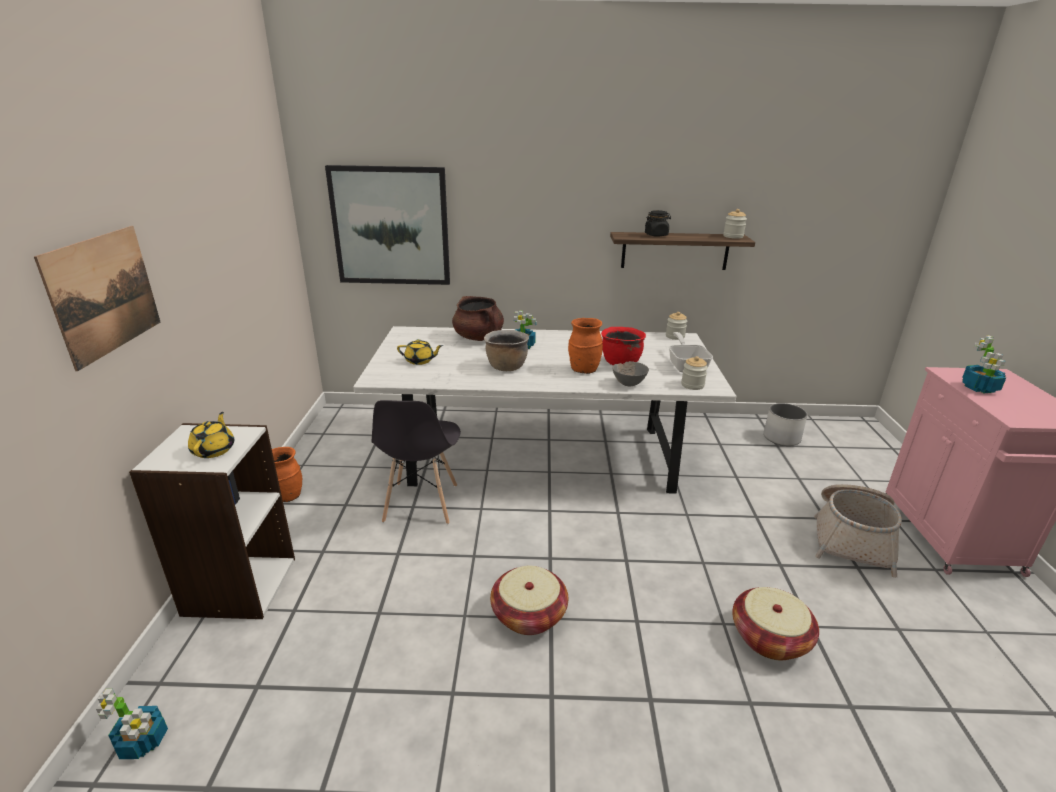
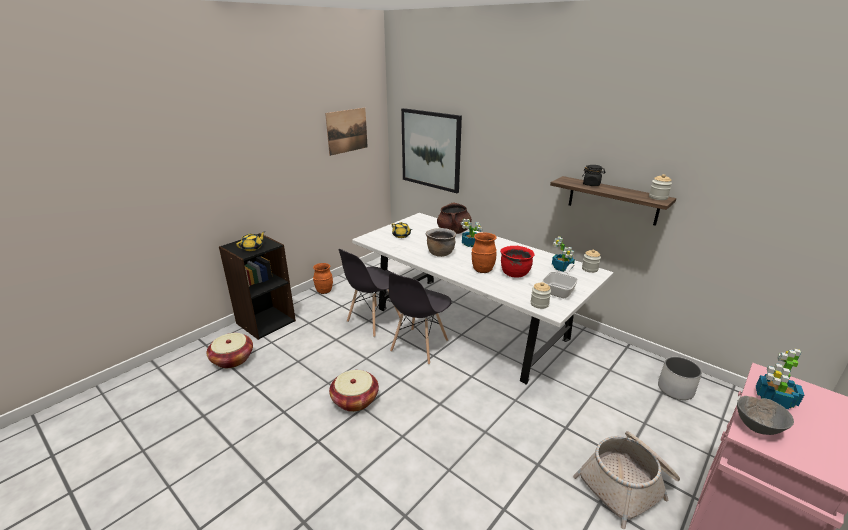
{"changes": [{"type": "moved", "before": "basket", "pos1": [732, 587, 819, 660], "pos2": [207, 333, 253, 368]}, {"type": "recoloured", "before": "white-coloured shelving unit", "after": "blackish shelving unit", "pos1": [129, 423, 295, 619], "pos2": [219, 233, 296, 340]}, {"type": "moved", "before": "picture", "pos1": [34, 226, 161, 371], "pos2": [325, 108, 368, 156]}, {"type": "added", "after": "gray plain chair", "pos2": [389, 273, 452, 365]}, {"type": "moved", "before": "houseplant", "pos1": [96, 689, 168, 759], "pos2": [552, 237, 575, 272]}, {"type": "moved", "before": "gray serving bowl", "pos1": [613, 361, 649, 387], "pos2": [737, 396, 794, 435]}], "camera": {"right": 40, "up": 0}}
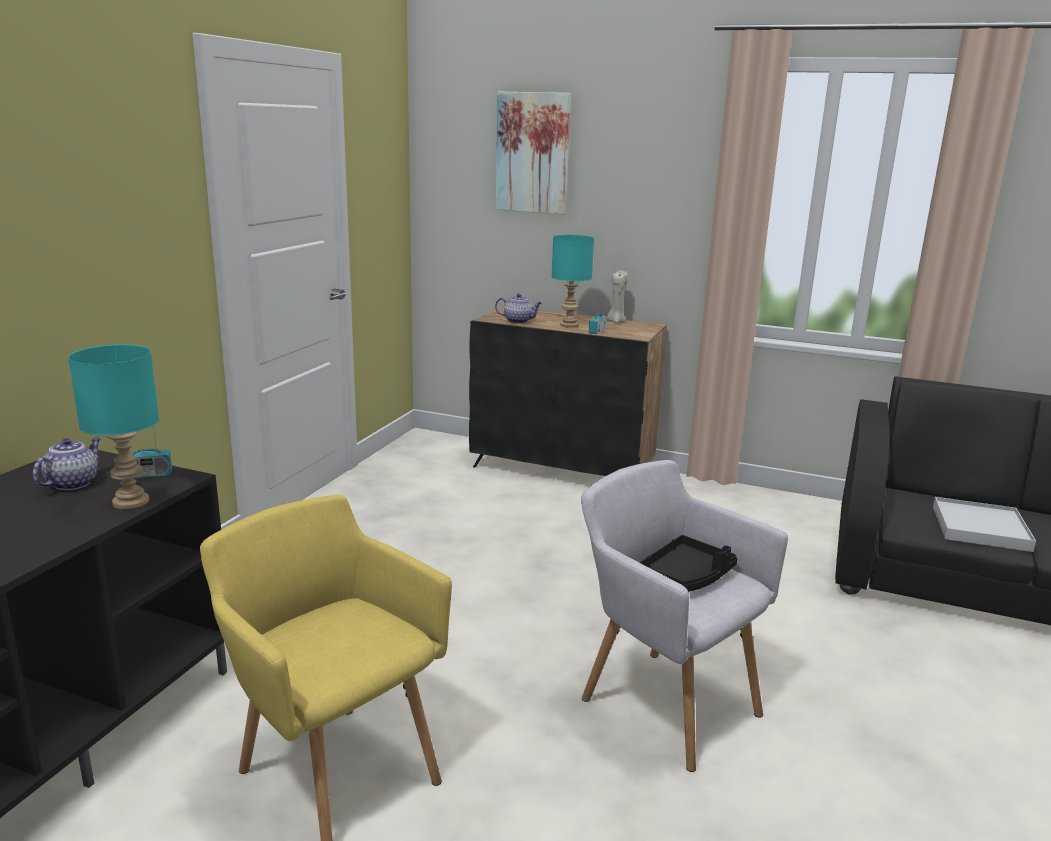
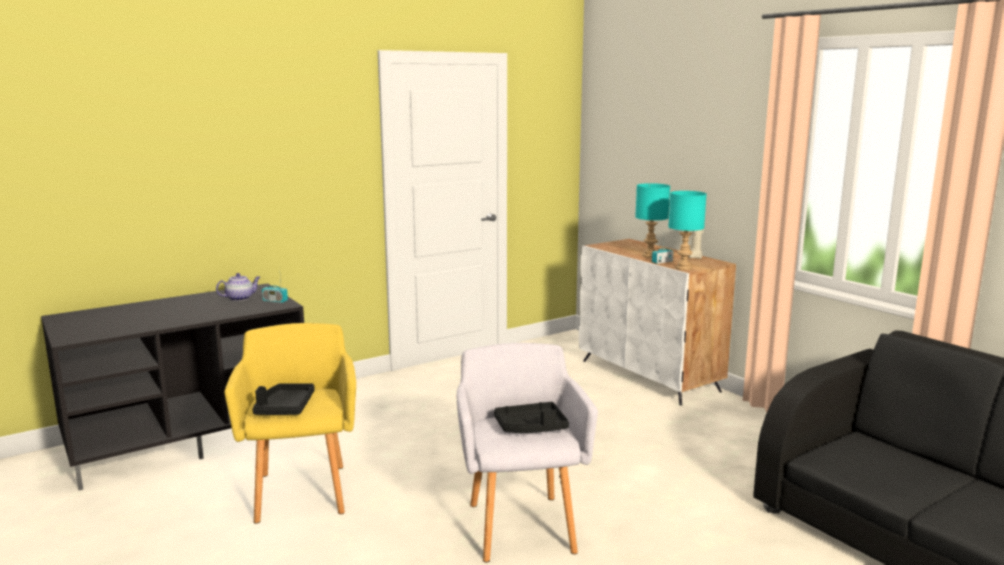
{"changes": [{"type": "added", "after": "blackish serving tray", "pos2": [253, 383, 315, 415]}, {"type": "recoloured", "before": "blackish storage cabinet", "after": "white-coloured storage cabinet", "pos1": [469, 306, 667, 476], "pos2": [579, 239, 736, 406]}, {"type": "moved", "before": "turquoise-coloured tabletop lamp", "pos1": [68, 344, 159, 509], "pos2": [668, 191, 707, 270]}, {"type": "removed", "before": "picture", "pos1": [495, 91, 571, 214]}, {"type": "removed", "before": "tea pot", "pos1": [495, 294, 542, 324]}, {"type": "removed", "before": "white-coloured serving tray", "pos1": [933, 497, 1036, 552]}], "camera": {"right": 35, "up": -5}}
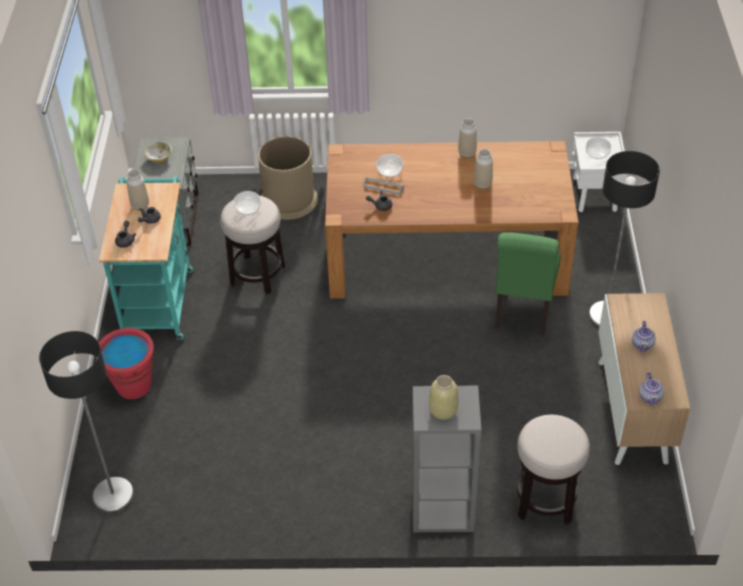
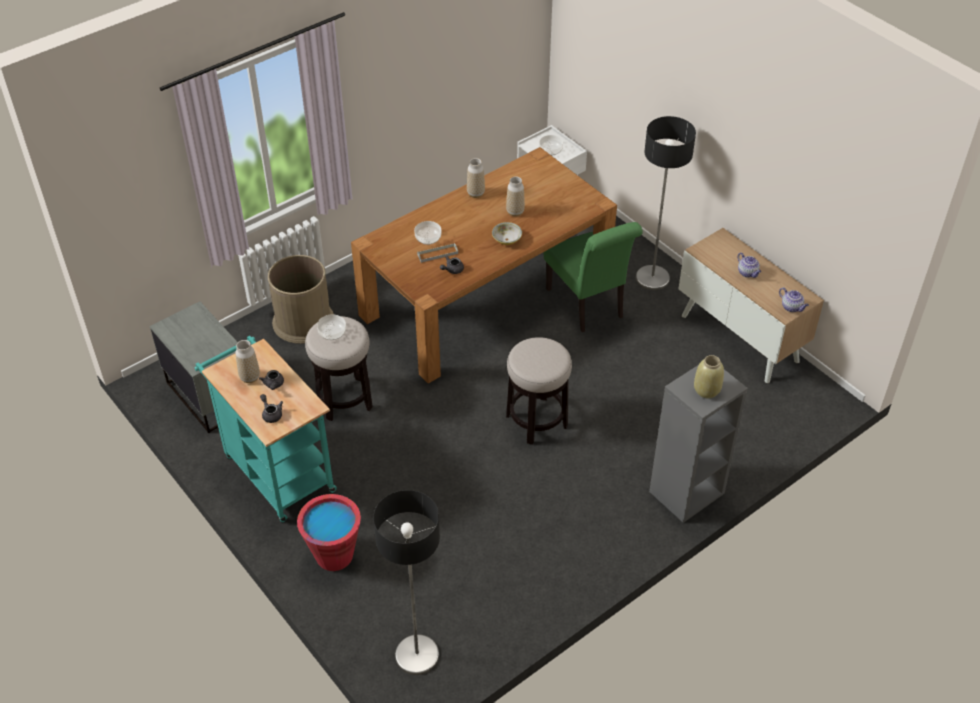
{"changes": [{"type": "moved", "before": "serving bowl", "pos1": [144, 141, 172, 162], "pos2": [492, 222, 522, 245]}, {"type": "moved", "before": "sitting stool", "pos1": [517, 415, 590, 525], "pos2": [506, 337, 572, 444]}], "camera": {"right": -40, "up": 0}}
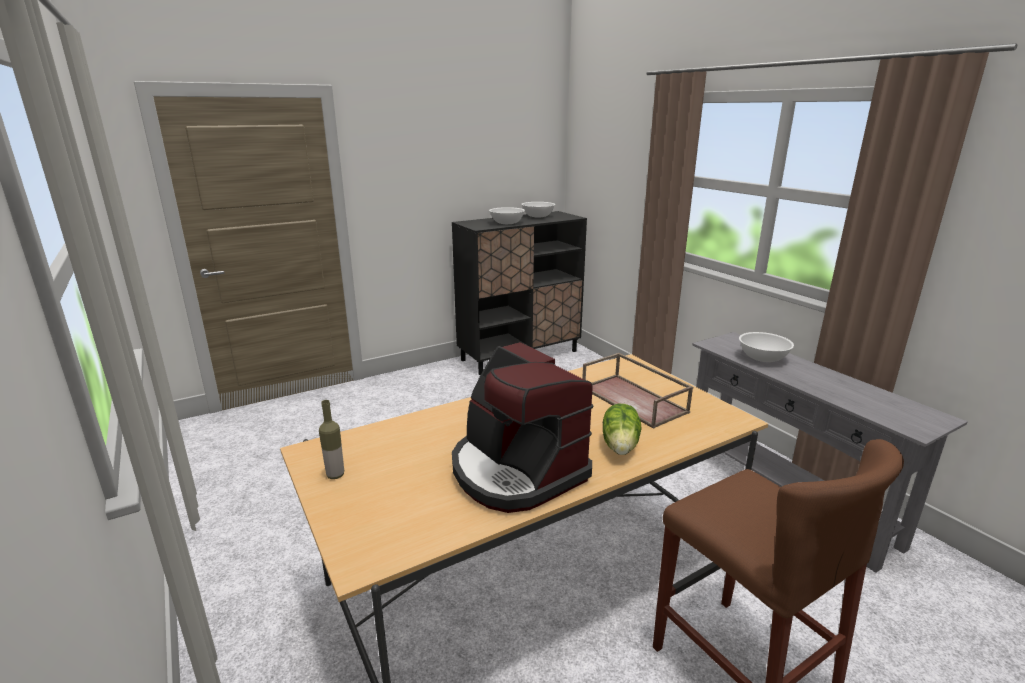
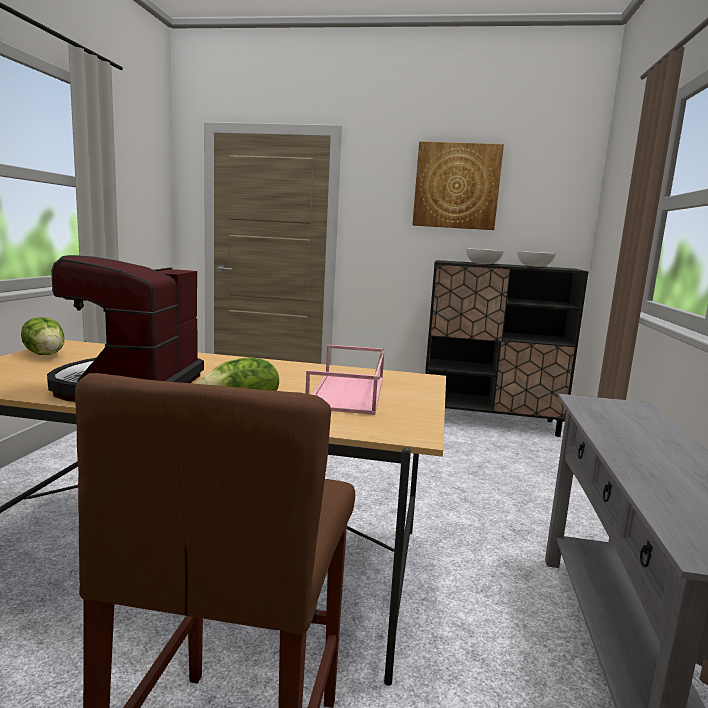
{"changes": [{"type": "replaced", "before": "drink bottle", "after": "head of lettuce", "pos1": [319, 400, 344, 479], "pos2": [21, 317, 64, 355]}, {"type": "recoloured", "before": "brown-coloured serving tray", "after": "pink-coloured serving tray", "pos1": [582, 353, 693, 429], "pos2": [305, 345, 385, 415]}, {"type": "added", "after": "picture", "pos2": [412, 141, 504, 230]}, {"type": "removed", "before": "white-coloured serving bowl", "pos1": [739, 332, 794, 362]}], "camera": {"right": 40, "up": -10}}
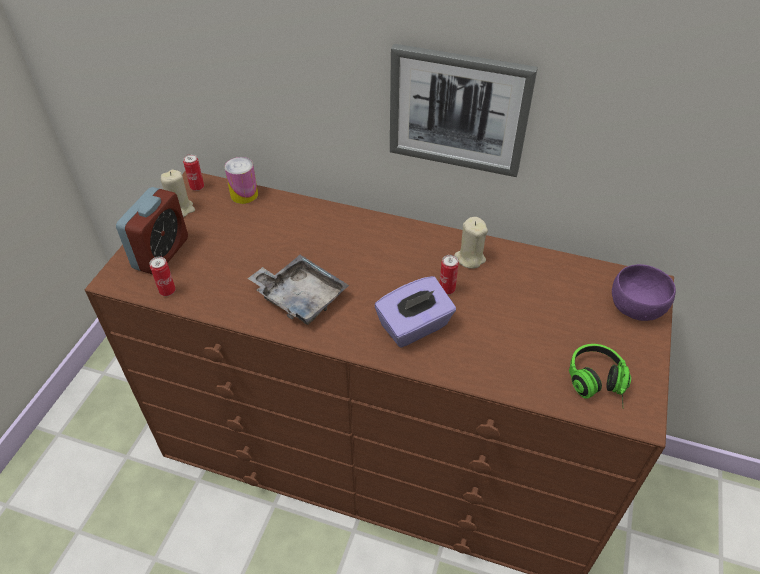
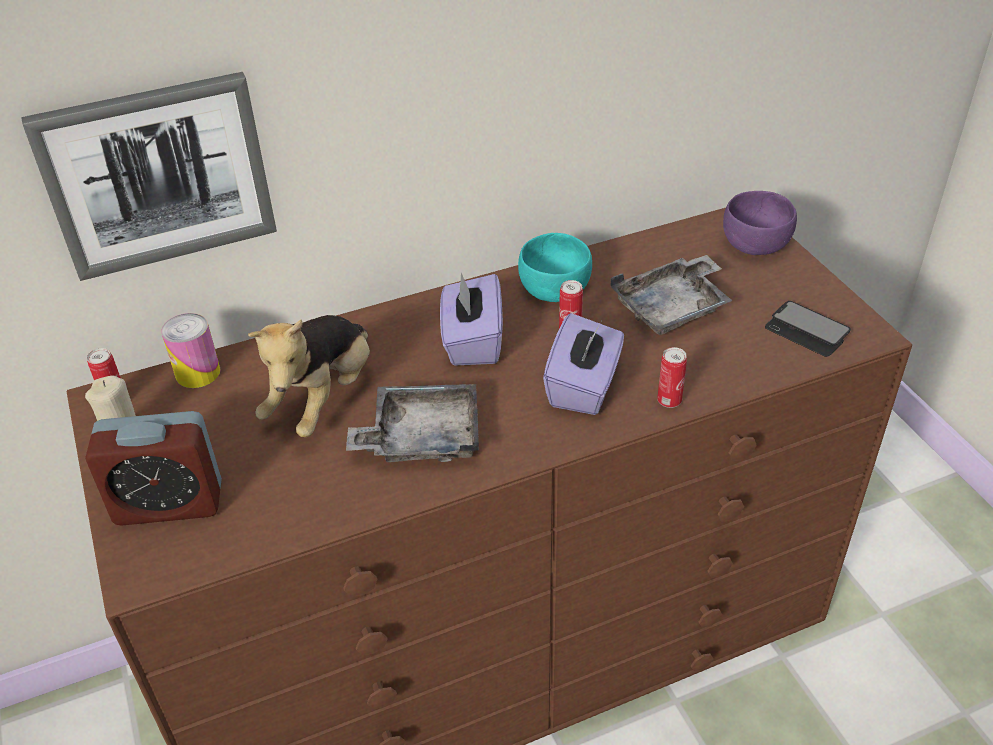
{"changes": [{"type": "moved", "before": "picture", "pos1": [390, 44, 538, 177], "pos2": [21, 72, 277, 281]}, {"type": "turned", "before": "bedside clock", "pos1": [116, 187, 188, 274], "pos2": [85, 411, 222, 526], "turn": 105}, {"type": "added", "after": "cuddly toy", "pos2": [248, 315, 370, 437]}, {"type": "added", "after": "purple-coloured box of tissues", "pos2": [440, 273, 503, 366]}, {"type": "replaced", "before": "beige candle", "after": "turquoise-coloured serving bowl", "pos1": [454, 217, 488, 269], "pos2": [518, 233, 592, 302]}, {"type": "added", "after": "gray serving tray", "pos2": [610, 255, 733, 335]}, {"type": "moved", "before": "metal can", "pos1": [150, 256, 176, 296], "pos2": [657, 347, 687, 408]}, {"type": "replaced", "before": "headset", "after": "handset", "pos1": [569, 344, 631, 406], "pos2": [765, 301, 851, 357]}], "camera": {"right": -40, "up": -5}}
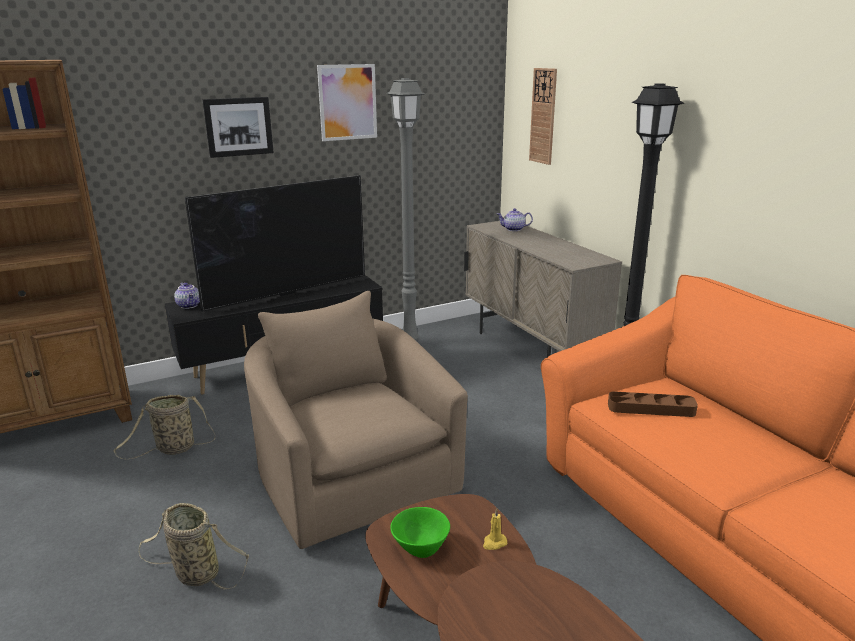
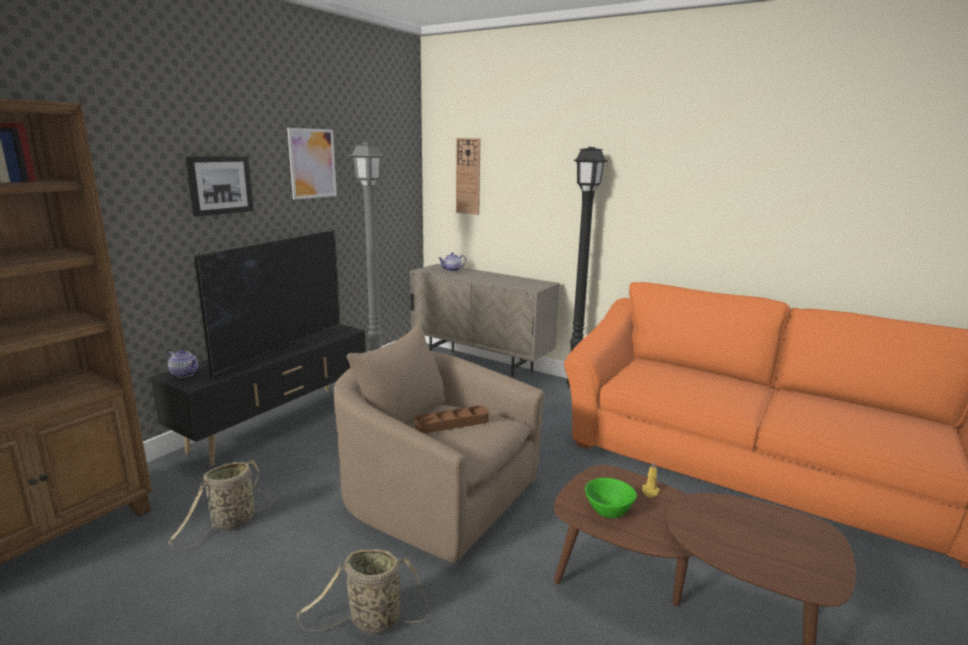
{"changes": [{"type": "moved", "before": "brown-coloured serving tray", "pos1": [608, 391, 698, 417], "pos2": [415, 405, 489, 434]}], "camera": {"right": -30, "up": -5}}
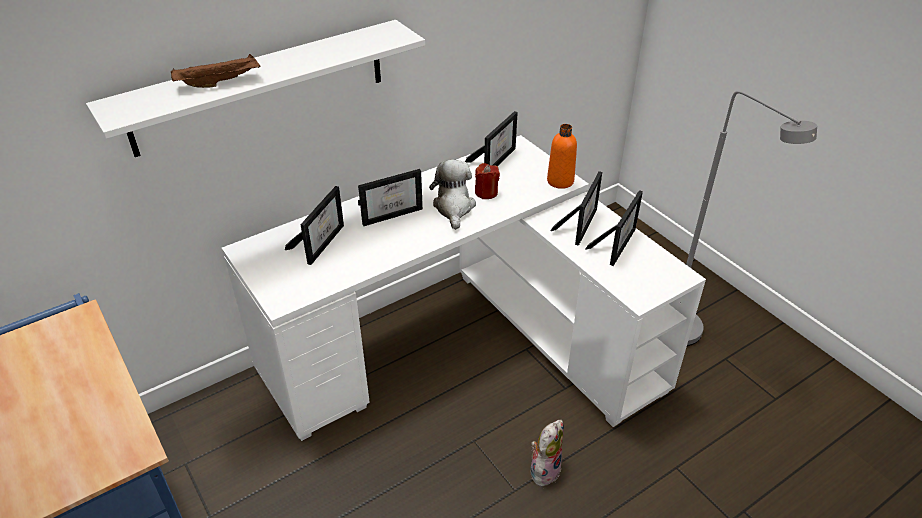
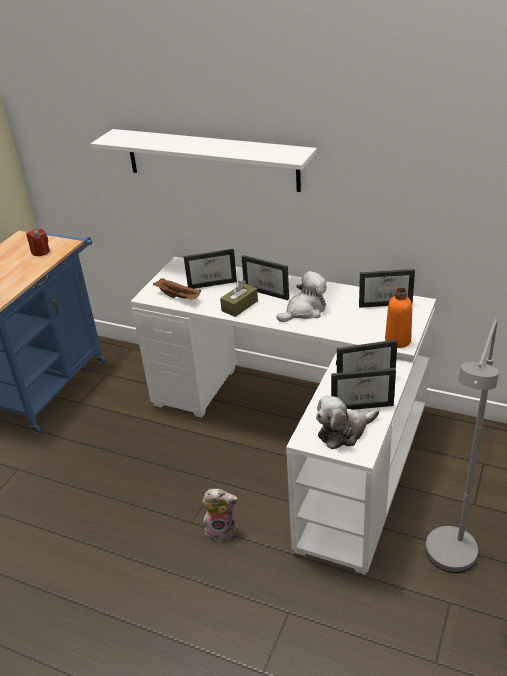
{"changes": [{"type": "moved", "before": "red-coloured candle", "pos1": [475, 163, 500, 199], "pos2": [26, 229, 50, 256]}, {"type": "moved", "before": "brown-coloured serving tray", "pos1": [171, 54, 261, 88], "pos2": [153, 278, 201, 300]}, {"type": "added", "after": "brown-coloured box of tissues", "pos2": [220, 280, 258, 317]}, {"type": "added", "after": "cuddly toy", "pos2": [316, 395, 379, 449]}], "camera": {"right": 60, "up": -5}}
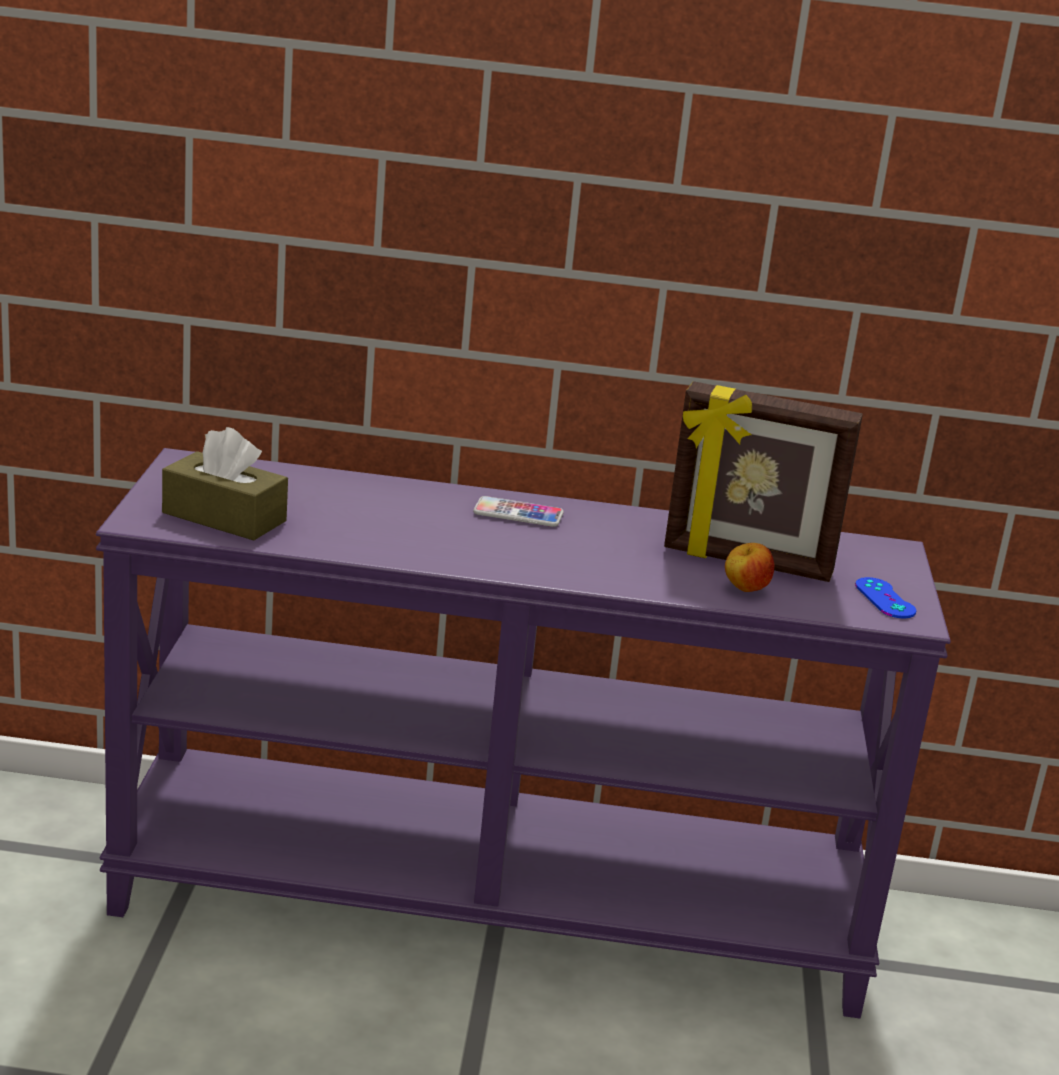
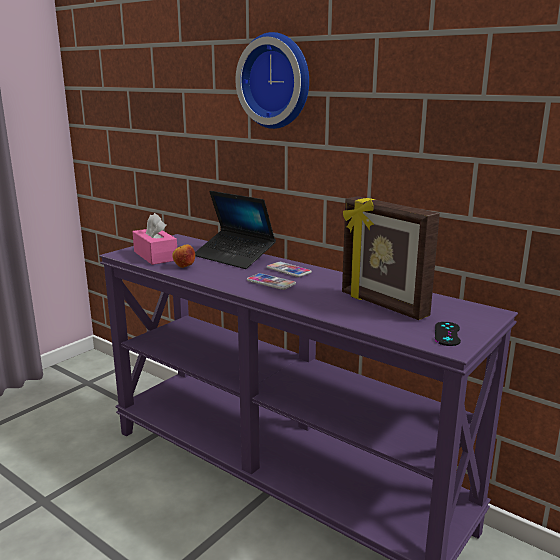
{"changes": [{"type": "recoloured", "before": "brown-coloured box of tissues", "after": "pink-coloured box of tissues", "pos1": [162, 427, 288, 540], "pos2": [133, 213, 177, 265]}, {"type": "moved", "before": "whole apple", "pos1": [725, 543, 774, 592], "pos2": [172, 244, 195, 268]}, {"type": "added", "after": "laptop", "pos2": [195, 191, 276, 269]}, {"type": "added", "after": "clock on the wall", "pos2": [235, 32, 309, 129]}, {"type": "added", "after": "handset", "pos2": [247, 273, 296, 290]}, {"type": "recoloured", "before": "bluish joypad", "after": "blackish joypad", "pos1": [855, 577, 916, 618], "pos2": [435, 322, 461, 346]}], "camera": {"right": 35, "up": -5}}
